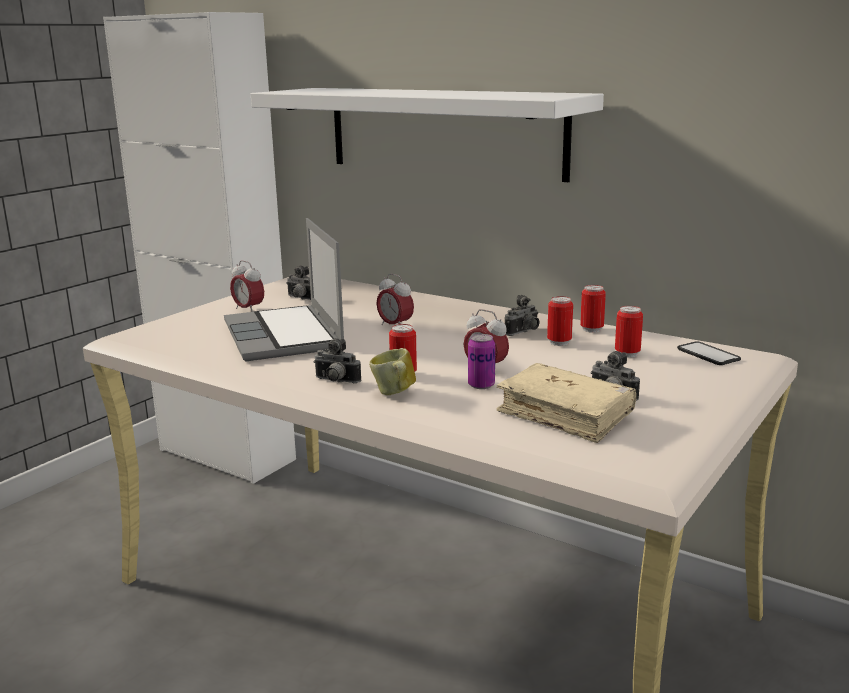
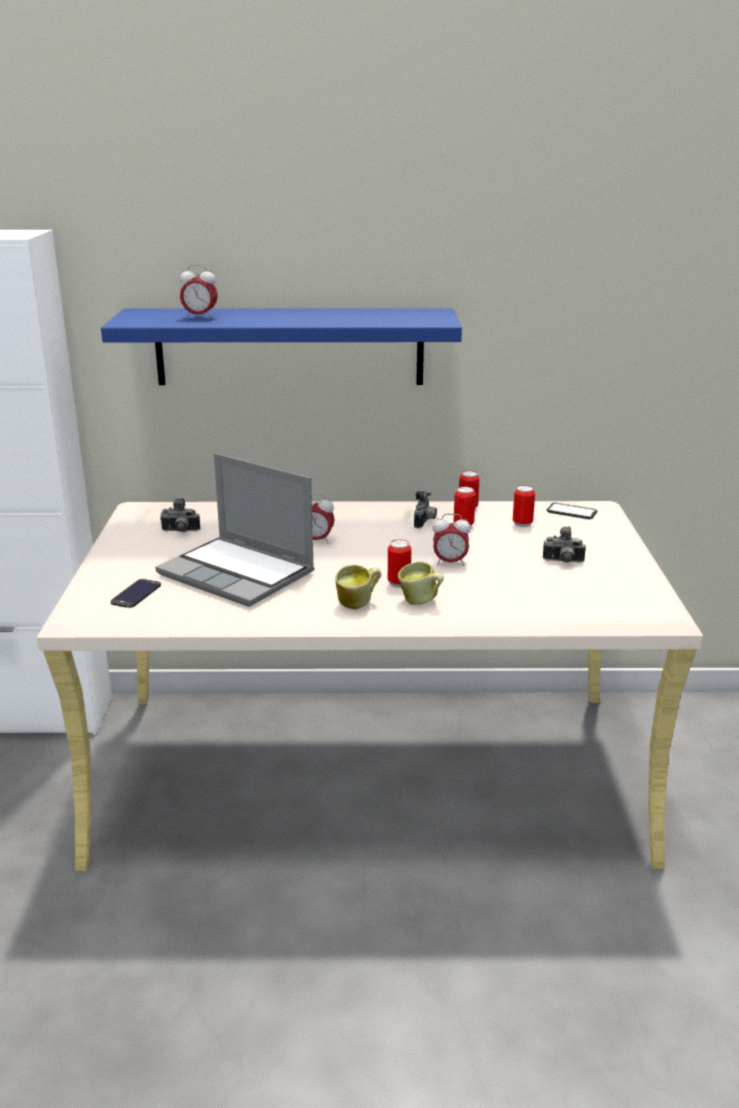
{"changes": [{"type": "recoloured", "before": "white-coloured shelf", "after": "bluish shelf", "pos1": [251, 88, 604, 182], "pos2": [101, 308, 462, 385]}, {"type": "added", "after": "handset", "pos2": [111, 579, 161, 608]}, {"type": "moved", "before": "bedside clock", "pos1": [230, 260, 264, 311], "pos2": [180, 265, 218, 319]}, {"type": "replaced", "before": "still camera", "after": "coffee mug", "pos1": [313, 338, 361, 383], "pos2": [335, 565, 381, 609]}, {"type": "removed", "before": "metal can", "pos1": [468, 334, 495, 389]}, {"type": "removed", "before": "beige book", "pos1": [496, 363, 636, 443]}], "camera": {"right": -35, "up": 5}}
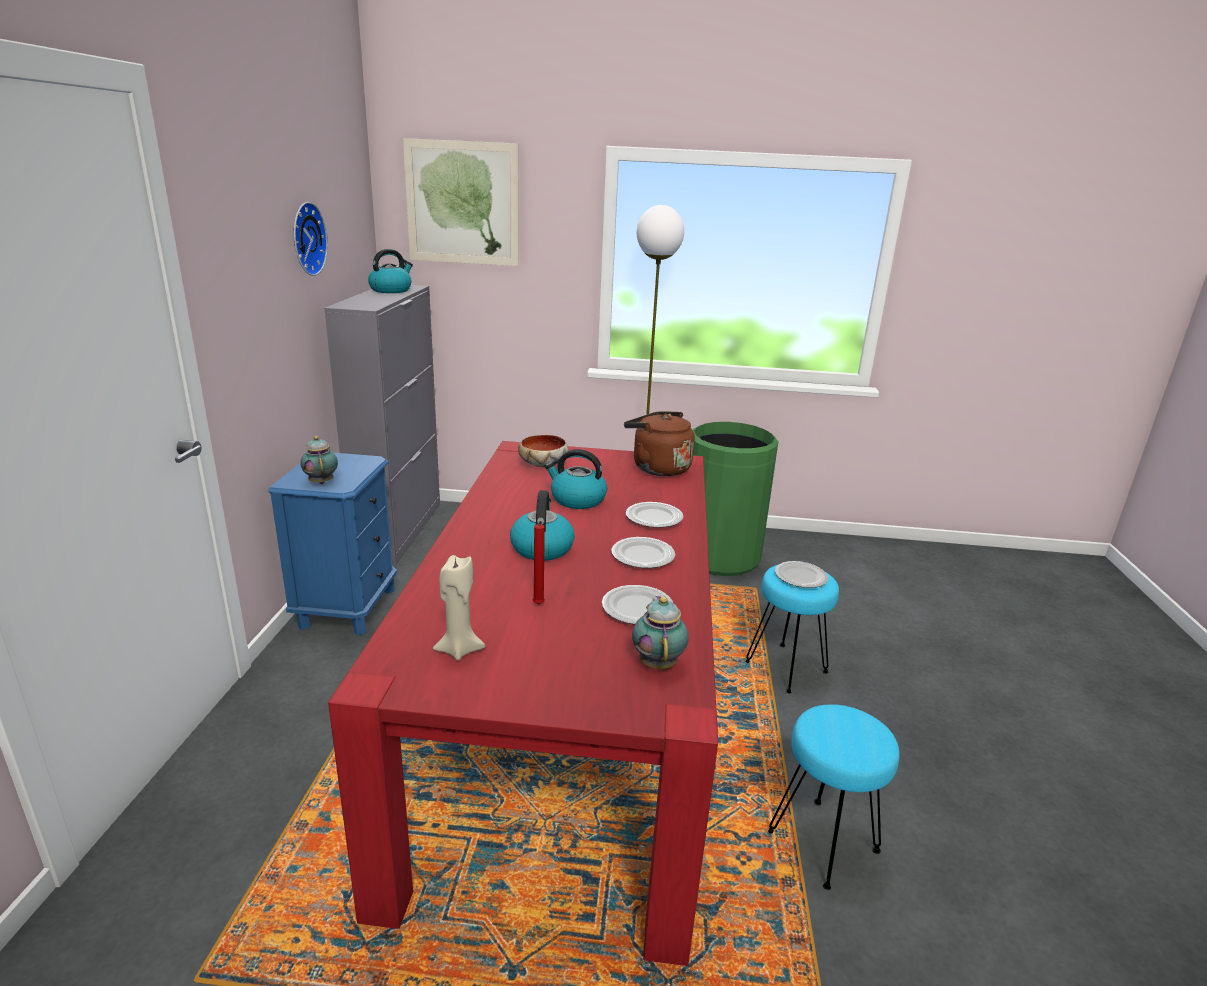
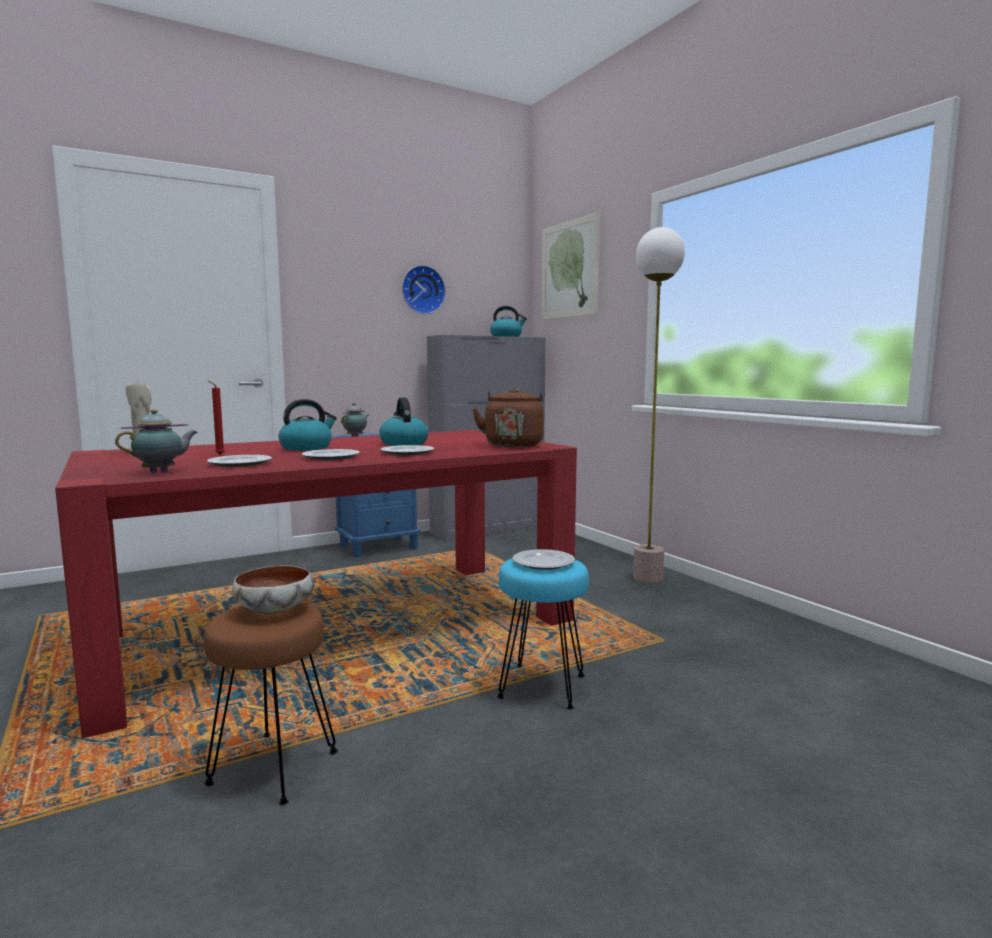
{"changes": [{"type": "recoloured", "before": "turquoise-coloured sitting stool", "after": "brown-coloured sitting stool", "pos1": [768, 704, 900, 890], "pos2": [204, 602, 338, 805]}, {"type": "moved", "before": "serving bowl", "pos1": [518, 435, 568, 467], "pos2": [232, 565, 314, 615]}, {"type": "removed", "before": "green-coloured rubbish bin", "pos1": [693, 422, 778, 576]}], "camera": {"right": 55, "up": -15}}
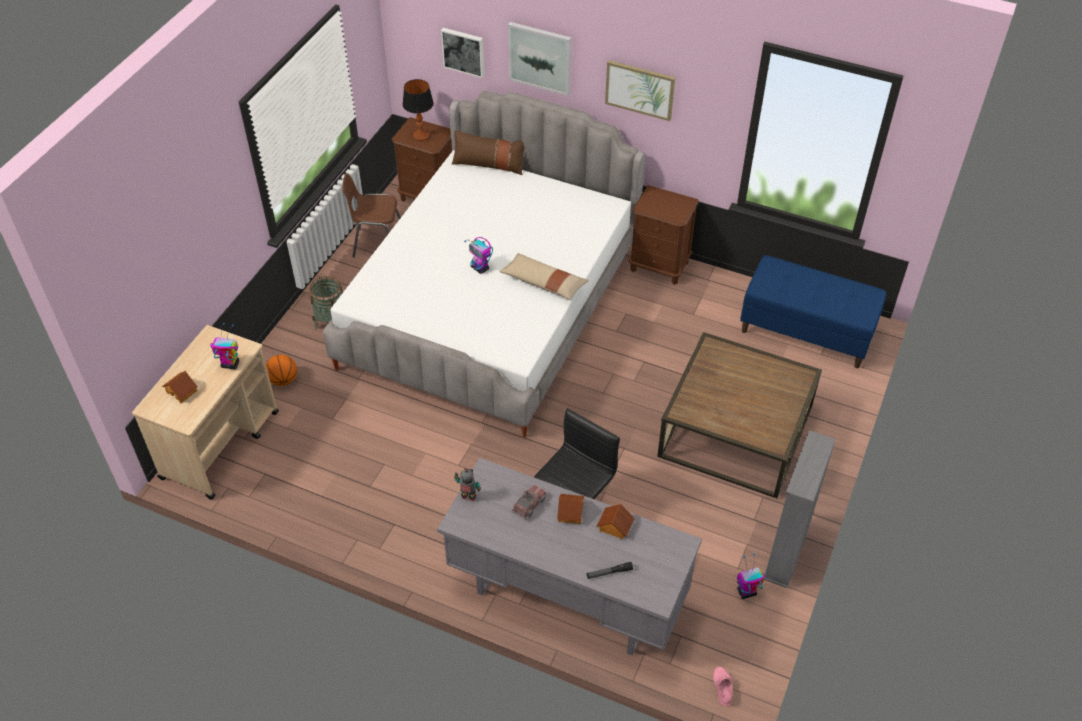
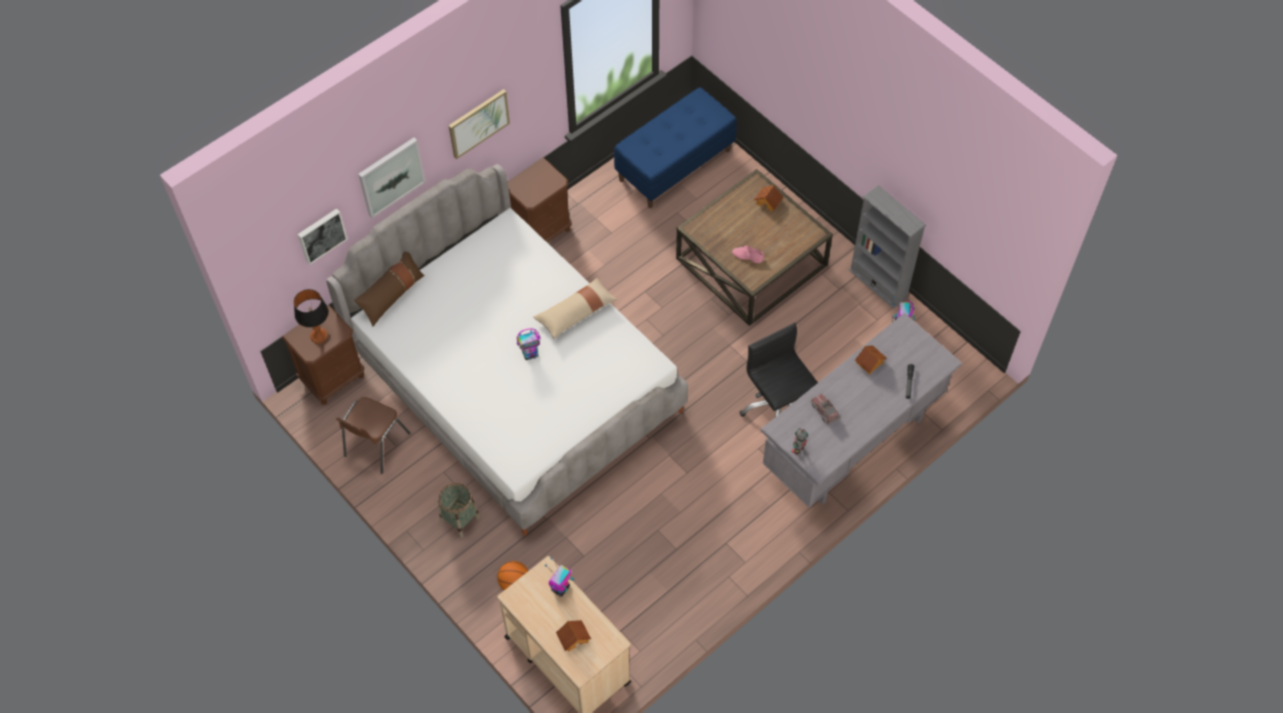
{"changes": [{"type": "moved", "before": "pink-coloured shoe", "pos1": [713, 666, 732, 706], "pos2": [732, 246, 764, 263]}, {"type": "moved", "before": "toy house", "pos1": [557, 494, 584, 524], "pos2": [754, 185, 783, 212]}], "camera": {"right": -65, "up": 10}}
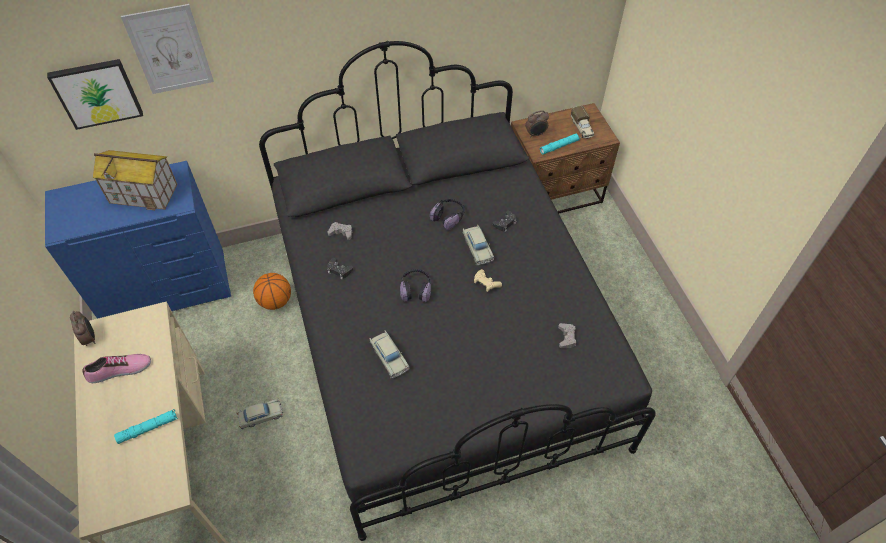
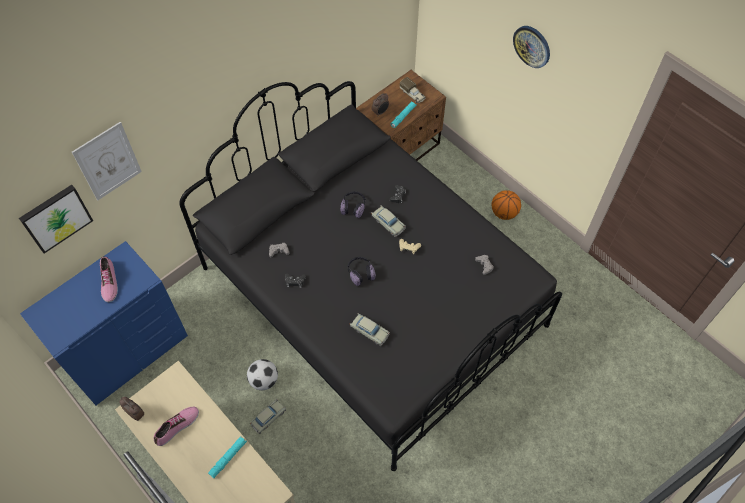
{"changes": [{"type": "replaced", "before": "toy house", "after": "shoe", "pos1": [93, 150, 178, 210], "pos2": [100, 256, 118, 302]}, {"type": "added", "after": "football ball", "pos2": [247, 359, 278, 390]}, {"type": "moved", "before": "basketball ball", "pos1": [253, 273, 291, 310], "pos2": [492, 190, 521, 220]}, {"type": "added", "after": "clock on the wall", "pos2": [513, 26, 550, 68]}], "camera": {"right": -25, "up": 5}}
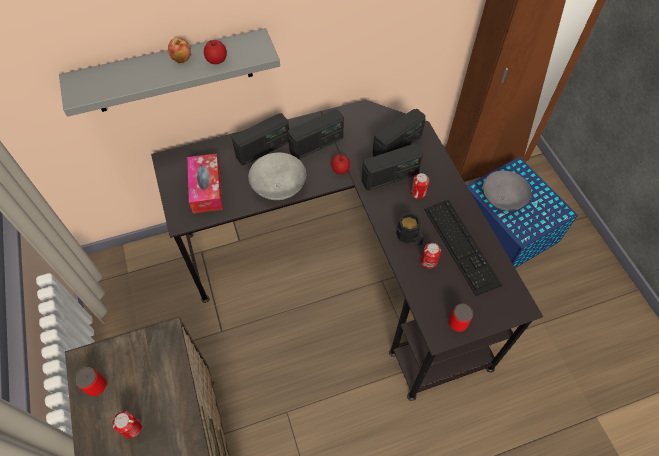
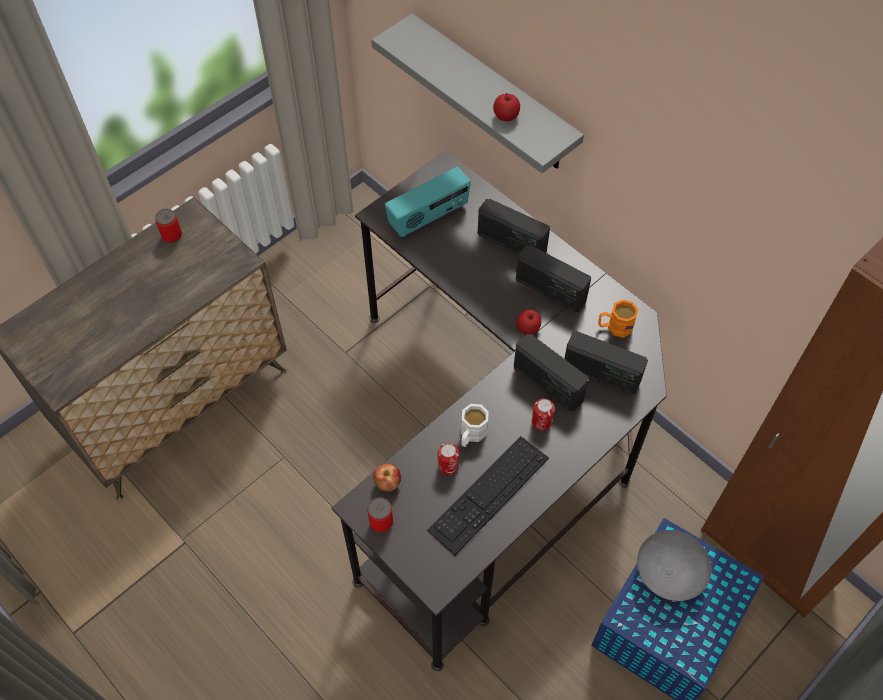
{"changes": [{"type": "moved", "before": "whole apple", "pos1": [168, 38, 191, 63], "pos2": [373, 463, 401, 491]}, {"type": "replaced", "before": "box of tissues", "after": "radio receiver", "pos1": [188, 154, 223, 213], "pos2": [385, 167, 471, 237]}, {"type": "recoloured", "before": "blackish coffee mug", "after": "white-coloured coffee mug", "pos1": [396, 212, 424, 245], "pos2": [461, 404, 489, 447]}, {"type": "added", "after": "orange coffee mug", "pos2": [598, 300, 638, 338]}, {"type": "removed", "before": "metal can", "pos1": [112, 411, 142, 438]}, {"type": "removed", "before": "gray serving bowl", "pos1": [248, 153, 306, 200]}], "camera": {"right": 65, "up": 0}}
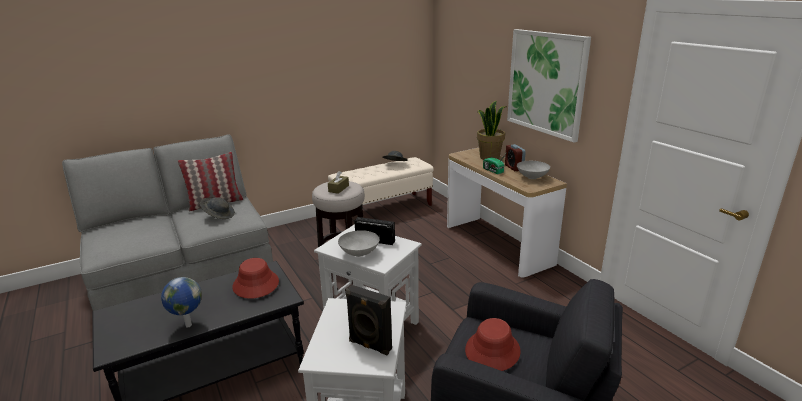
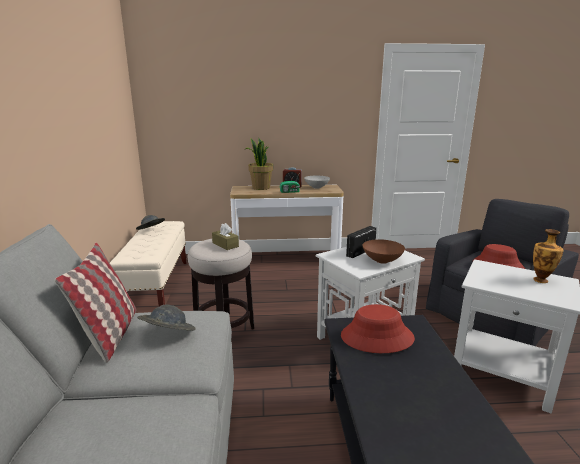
{"changes": [{"type": "recoloured", "before": "gray serving bowl", "after": "brown-coloured serving bowl", "pos1": [338, 230, 379, 257], "pos2": [362, 239, 405, 264]}, {"type": "replaced", "before": "blackish audio speaker", "after": "decorative vase", "pos1": [345, 285, 392, 355], "pos2": [533, 229, 564, 283]}, {"type": "removed", "before": "globe", "pos1": [161, 277, 202, 328]}, {"type": "removed", "before": "picture", "pos1": [507, 29, 591, 142]}], "camera": {"right": -65, "up": -5}}
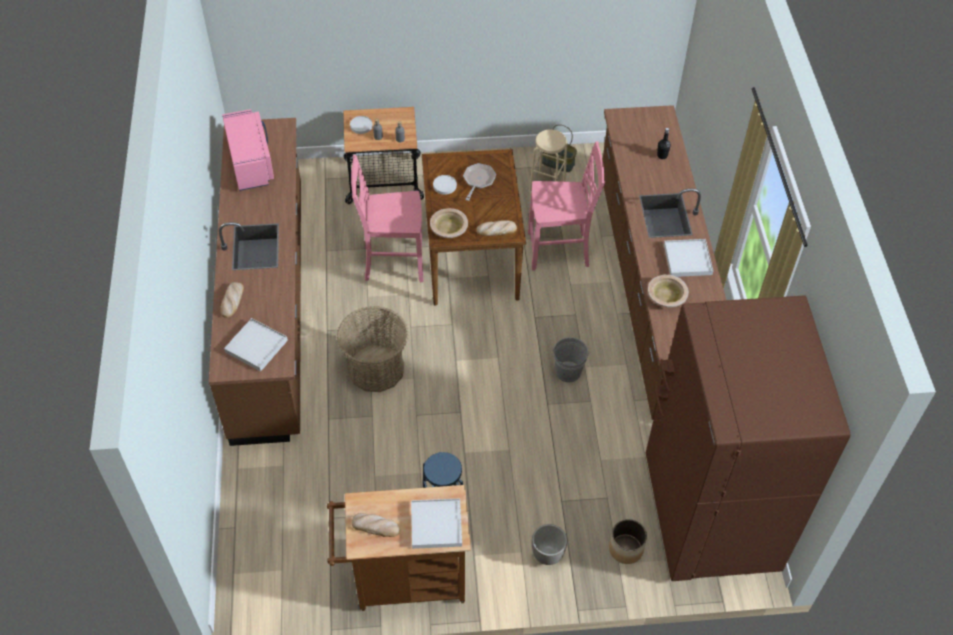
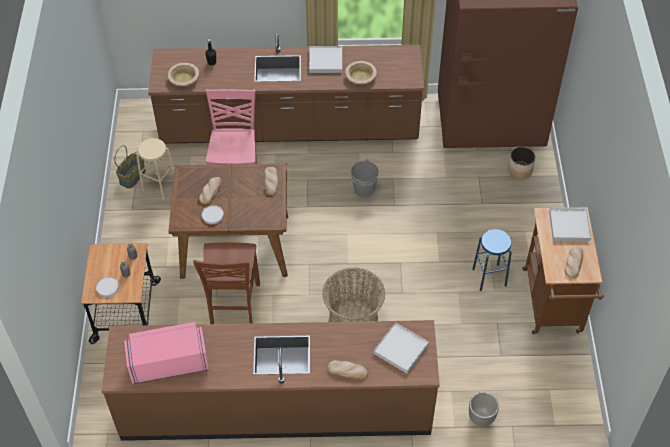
{"changes": [{"type": "moved", "before": "beige serving bowl", "pos1": [430, 208, 468, 238], "pos2": [168, 63, 199, 86]}, {"type": "recoloured", "before": "pink-coloured plain chair", "after": "brown-coloured plain chair", "pos1": [351, 155, 423, 282], "pos2": [193, 242, 260, 324]}, {"type": "replaced", "before": "pan", "after": "bakery bread", "pos1": [463, 163, 496, 201], "pos2": [199, 177, 222, 205]}, {"type": "moved", "before": "flower pot", "pos1": [532, 524, 567, 565], "pos2": [469, 392, 499, 427]}], "camera": {"right": -85, "up": 0}}
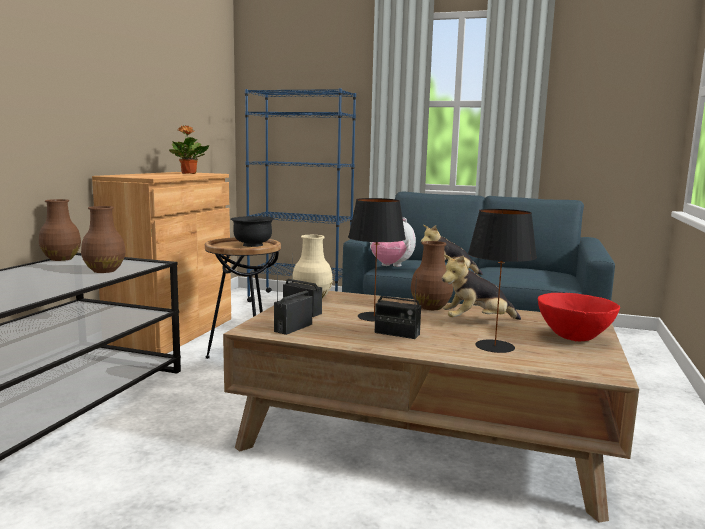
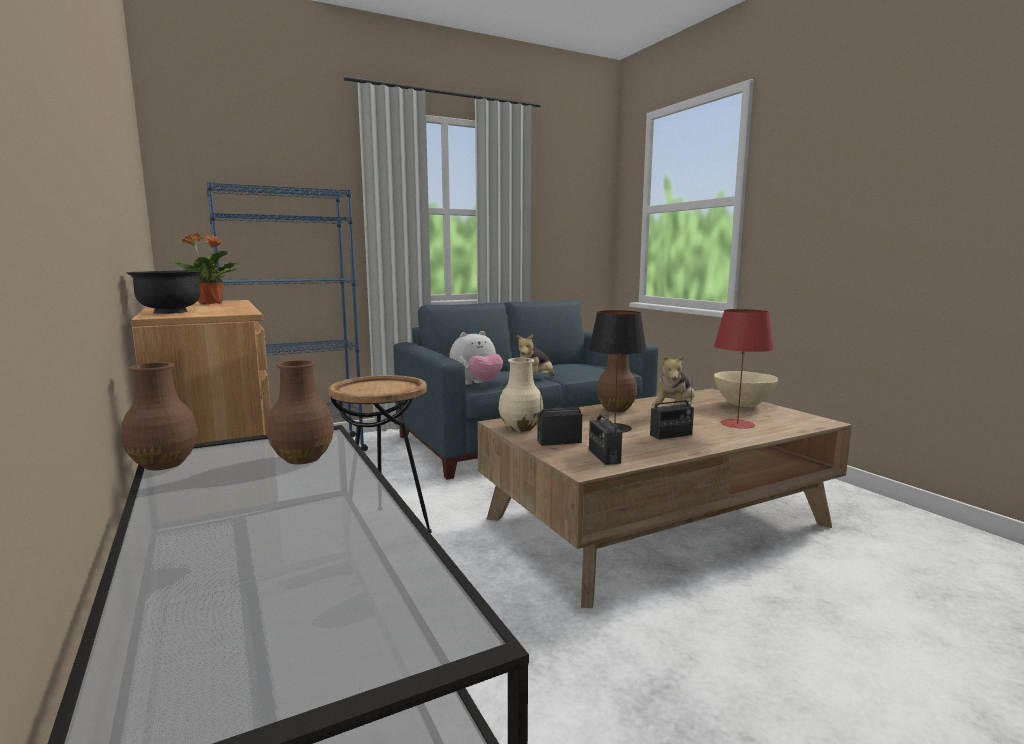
{"changes": [{"type": "moved", "before": "blackish serving bowl", "pos1": [230, 216, 274, 247], "pos2": [127, 270, 203, 314]}, {"type": "recoloured", "before": "blackish tabletop lamp", "after": "red-coloured tabletop lamp", "pos1": [468, 209, 537, 353], "pos2": [714, 309, 774, 429]}, {"type": "recoloured", "before": "red-coloured serving bowl", "after": "beige serving bowl", "pos1": [538, 293, 620, 341], "pos2": [714, 371, 778, 407]}], "camera": {"right": -45, "up": 0}}
